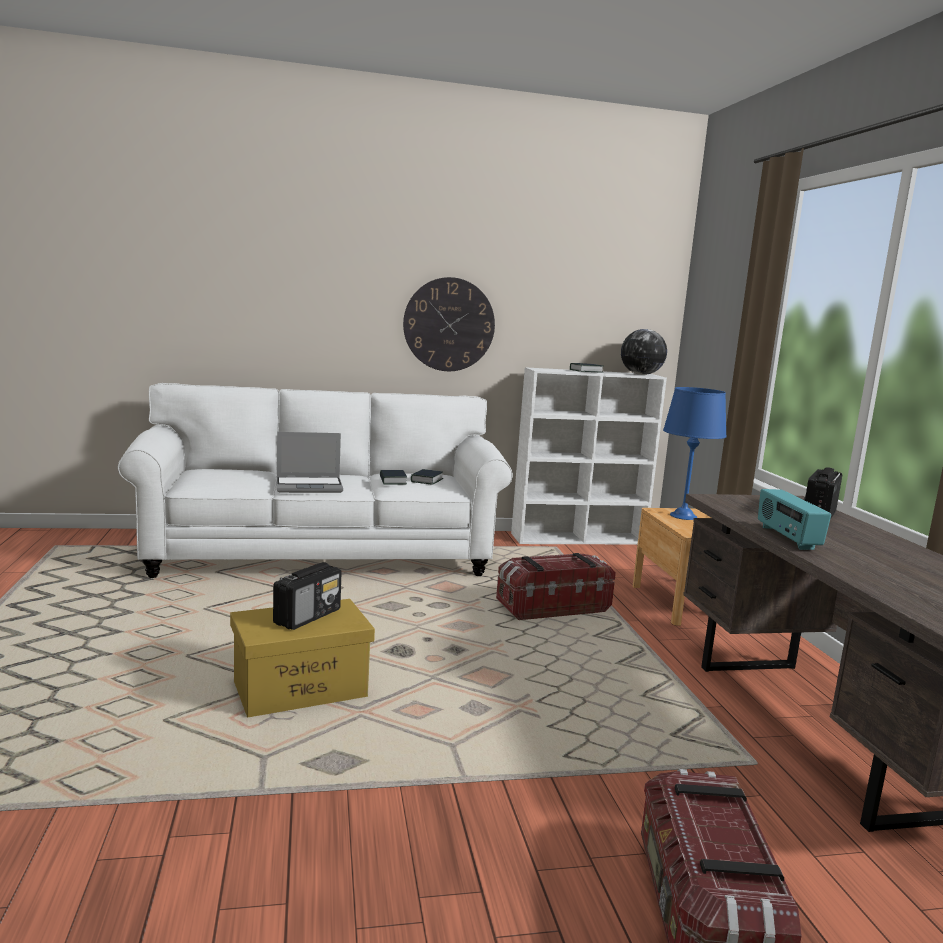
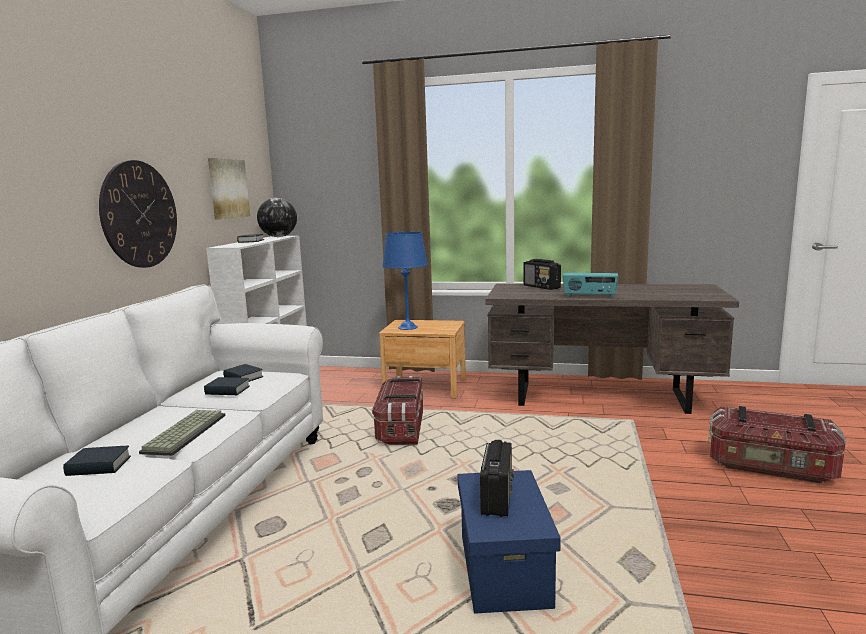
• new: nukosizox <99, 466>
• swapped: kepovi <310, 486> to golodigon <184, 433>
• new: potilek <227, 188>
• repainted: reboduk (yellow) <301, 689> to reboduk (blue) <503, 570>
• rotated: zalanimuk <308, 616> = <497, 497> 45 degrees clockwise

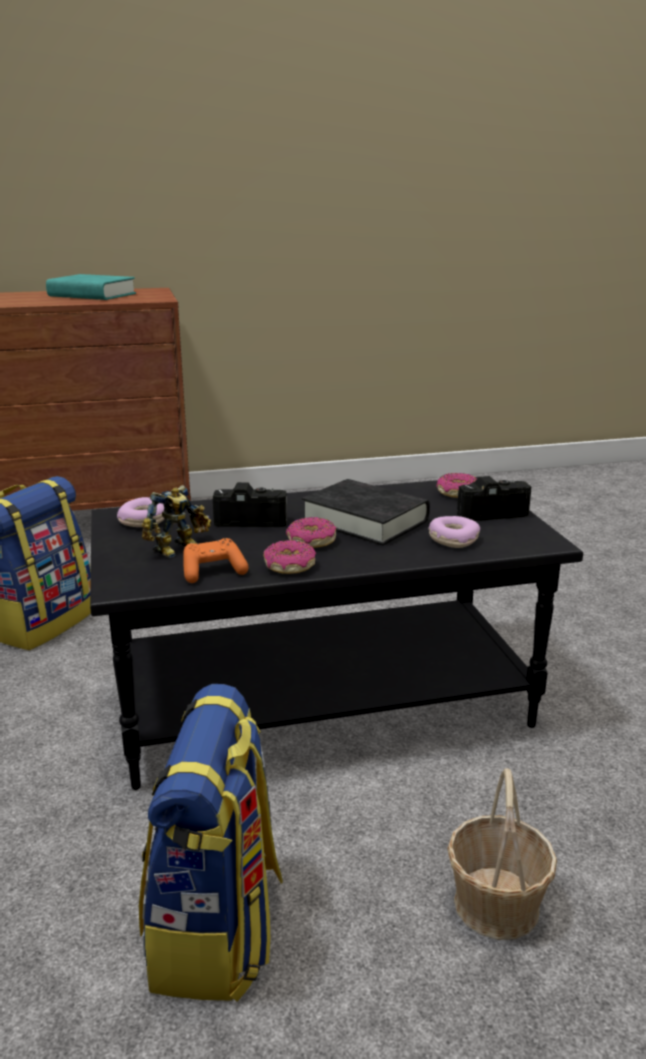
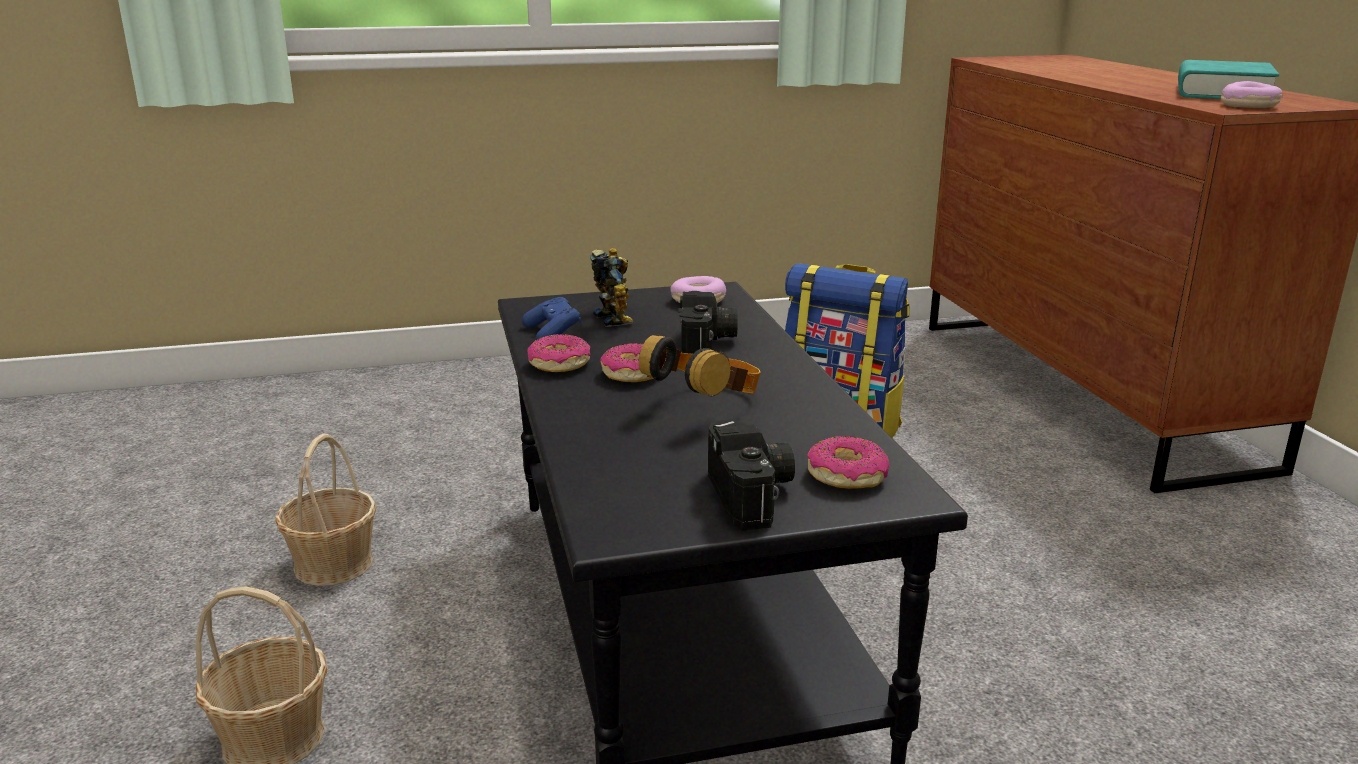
• swapped: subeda <217, 931> to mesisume <333, 564>
• repainted: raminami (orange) <213, 572> to raminami (blue) <553, 334>
• rotated: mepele <179, 549> = <616, 318> 150 degrees counterclockwise
• swapped: nukosizox (black) <365, 520> to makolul <706, 403>
• shifted: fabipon <453, 539> to <1249, 105>

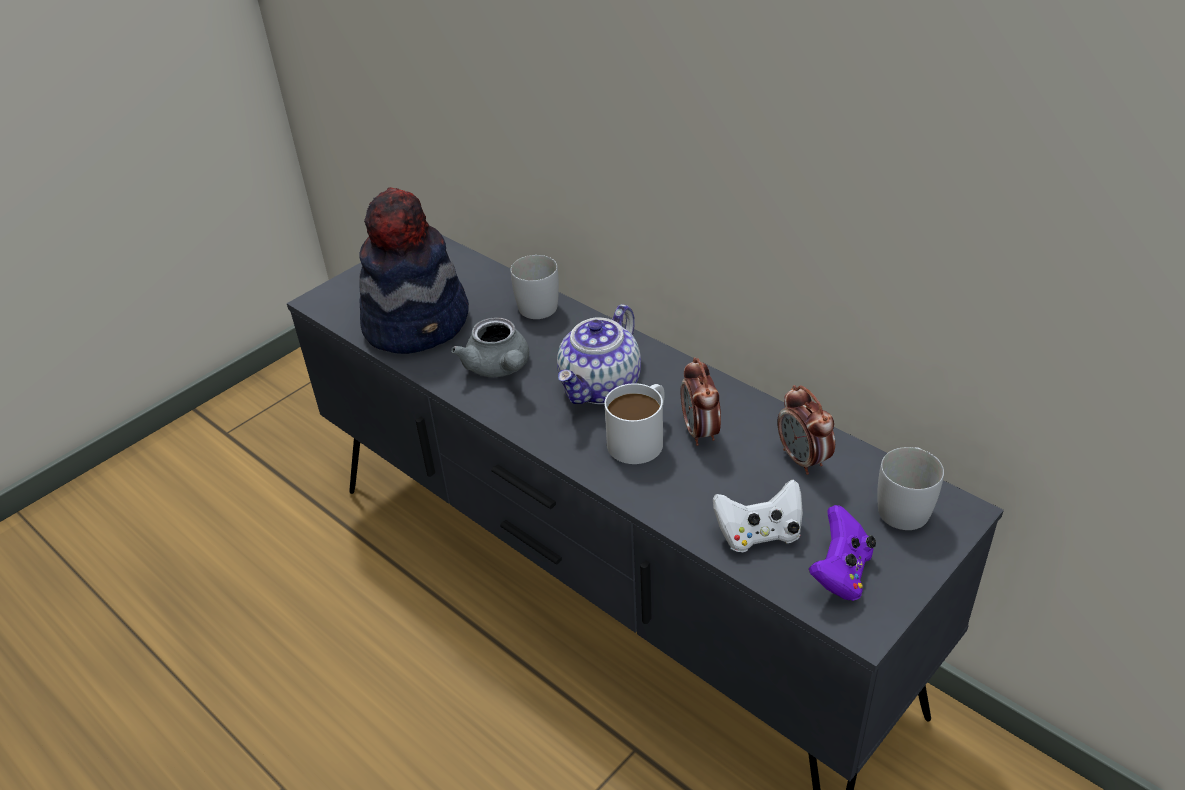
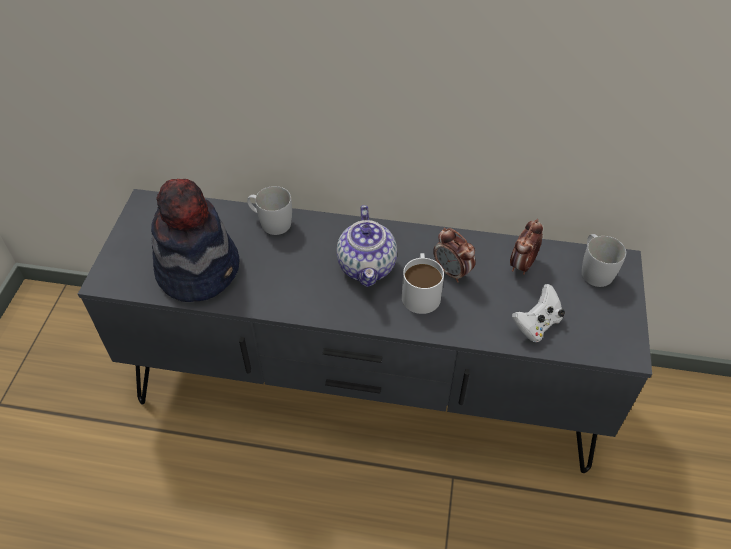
• rotated: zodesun <803, 460> = <522, 265> 90 degrees clockwise
• gone: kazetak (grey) <499, 368>
• gone: raminami (purple) <840, 573>

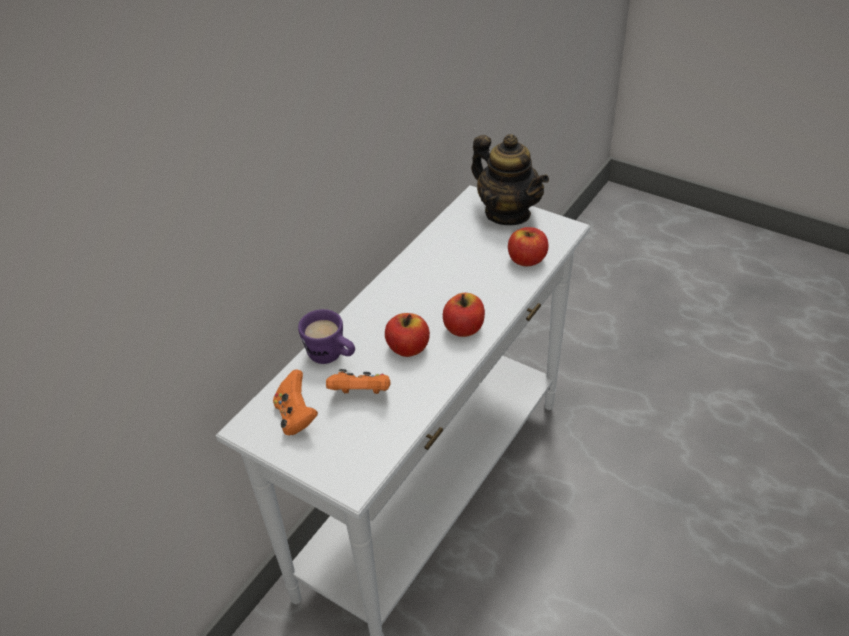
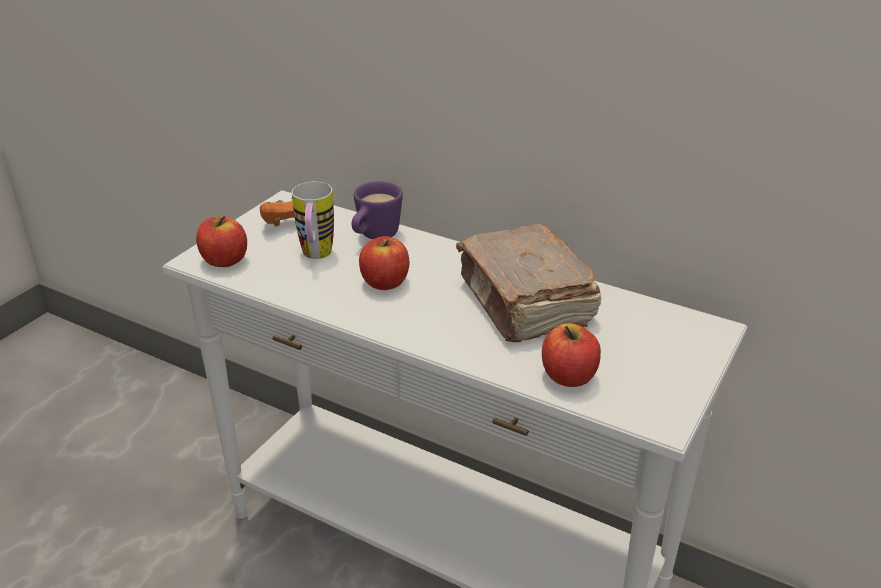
• shifted: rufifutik <464, 328> to <224, 260>
• swapped: raminami (orange) <361, 394> to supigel <316, 257>
• new: nukosizox (brown) <525, 303>
• gone: kazetak <507, 213>

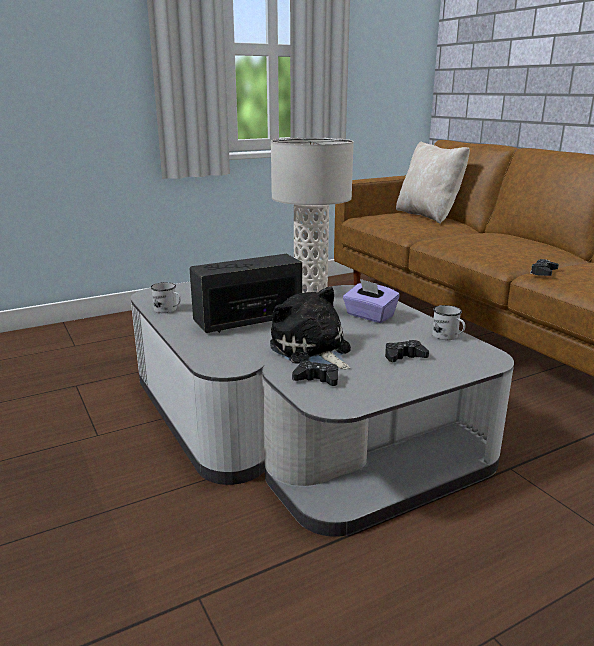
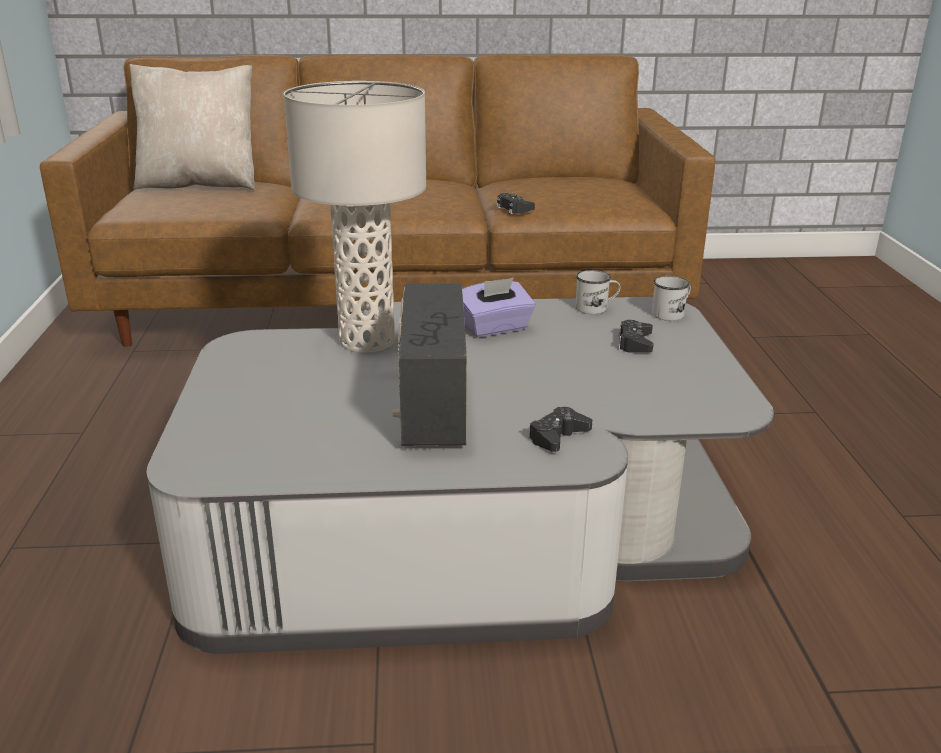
• shifted: raminami (black) <317, 379> to <558, 436>
• shifted: supigel (white) <168, 310> to <671, 313>
• gone: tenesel <312, 350>

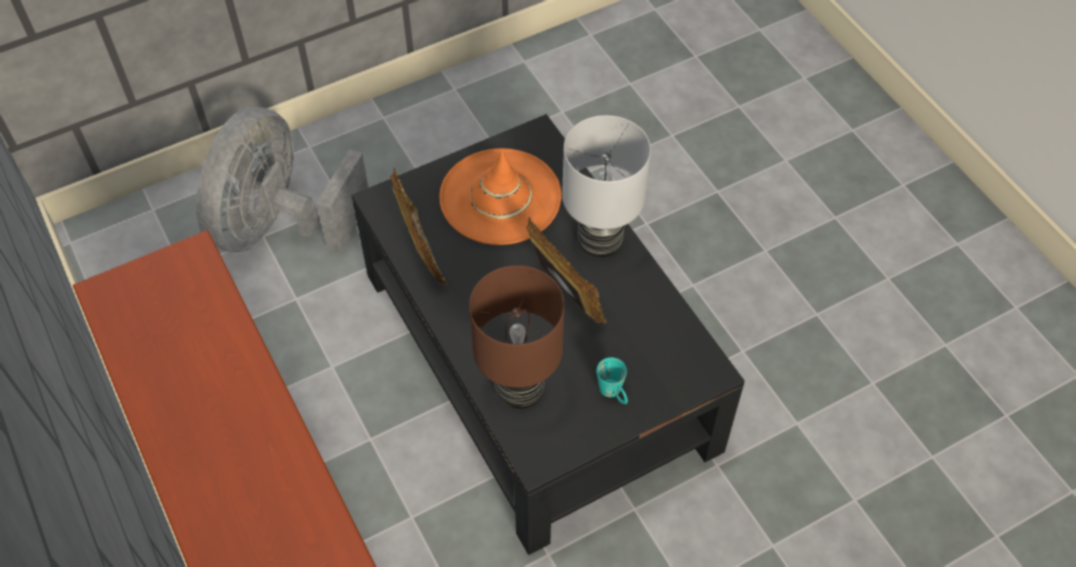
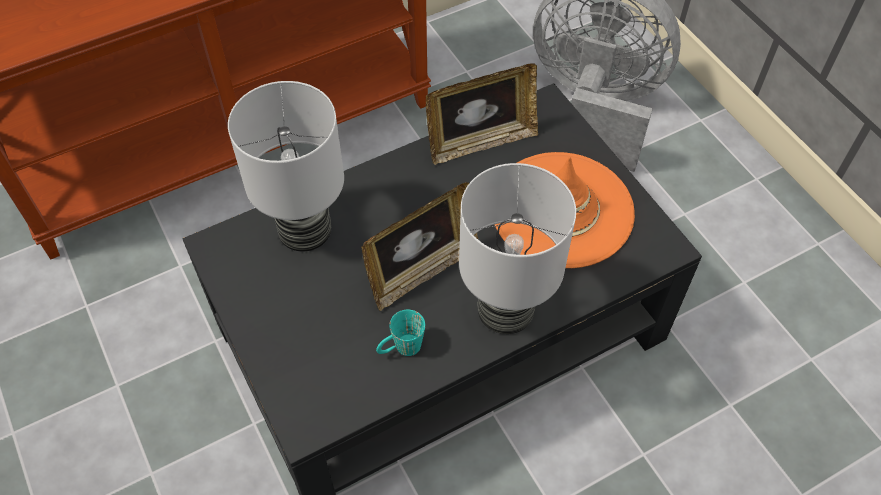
• repainted: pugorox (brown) <519, 387> to pugorox (grey) <304, 230>
• shifted: supigel (turquoise) <614, 393> to <401, 349>

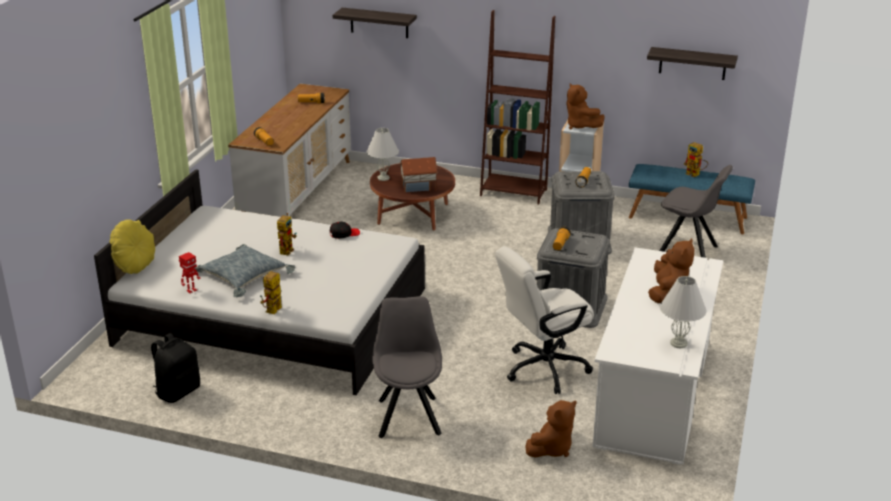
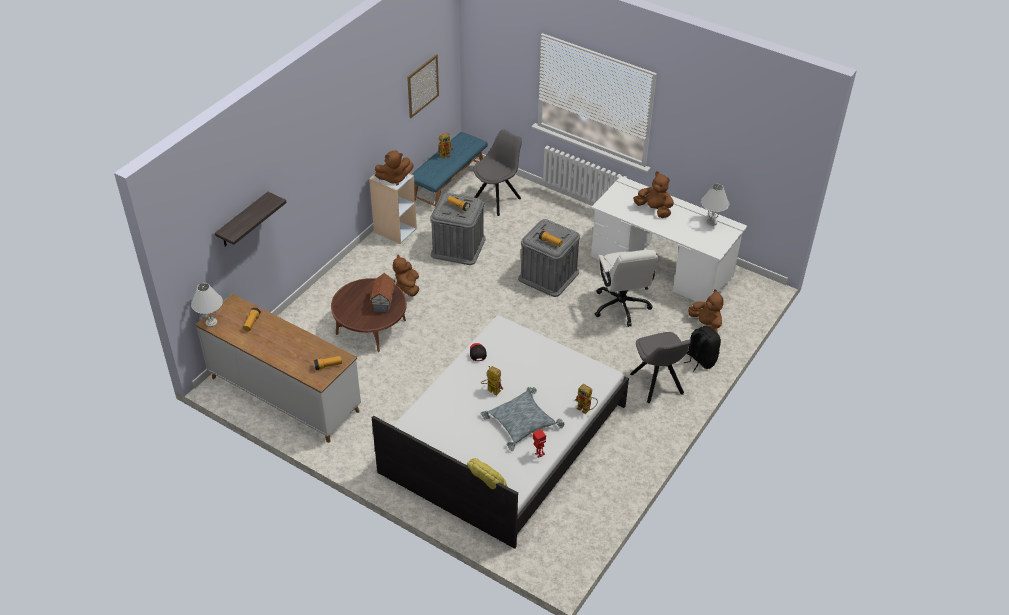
• shifted: pugorox (white) <383, 178> to <211, 323>
• new: tenesel (brown) <408, 287>
• swapped: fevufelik <692, 63> to potilek <422, 85>
• rotated: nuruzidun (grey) <408, 417> = <657, 384> 120 degrees counterclockwise
• shifted: subeda (black) <178, 391> to <700, 360>
• gone: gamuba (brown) <513, 192>

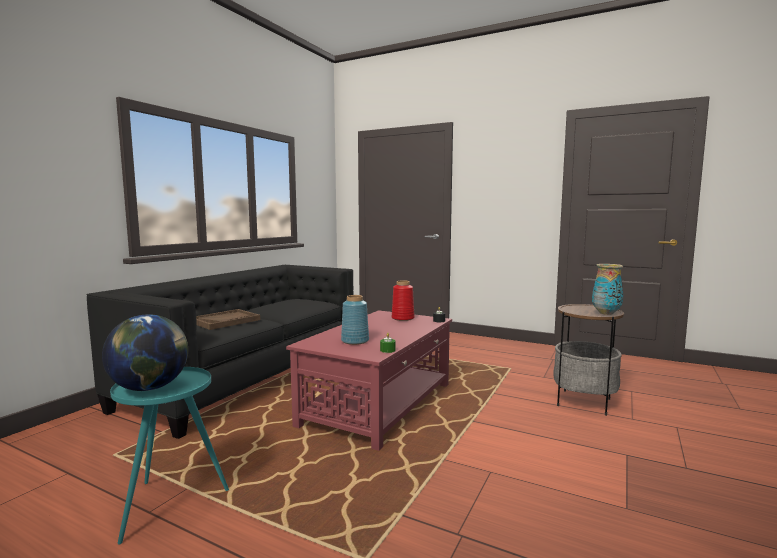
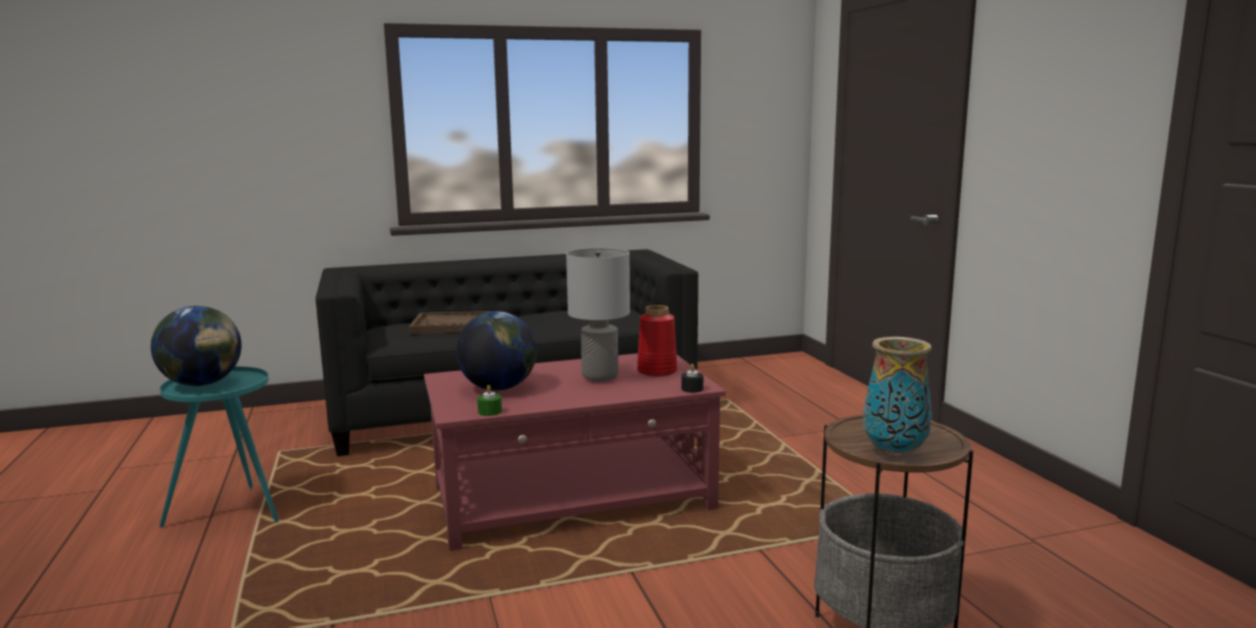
• swapped: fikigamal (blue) <355, 341> to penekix <498, 388>
• new: pugorox (grey) <599, 378>

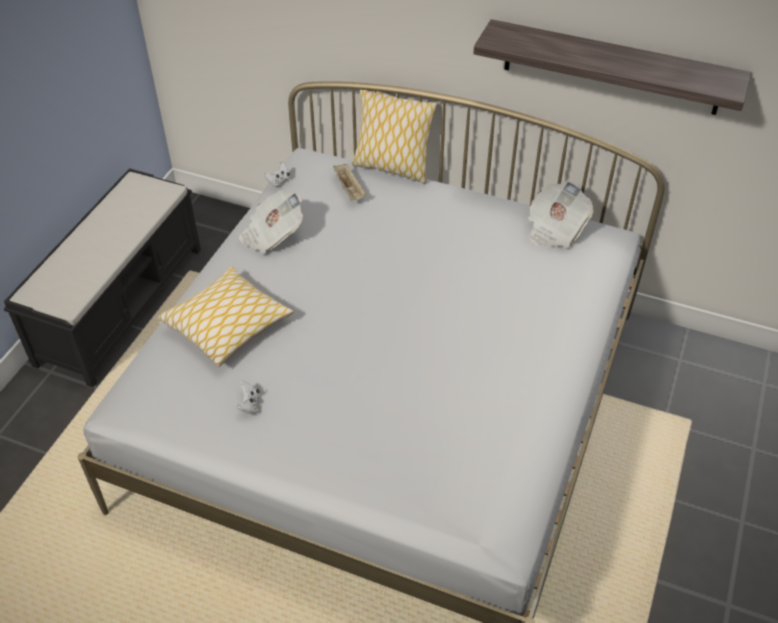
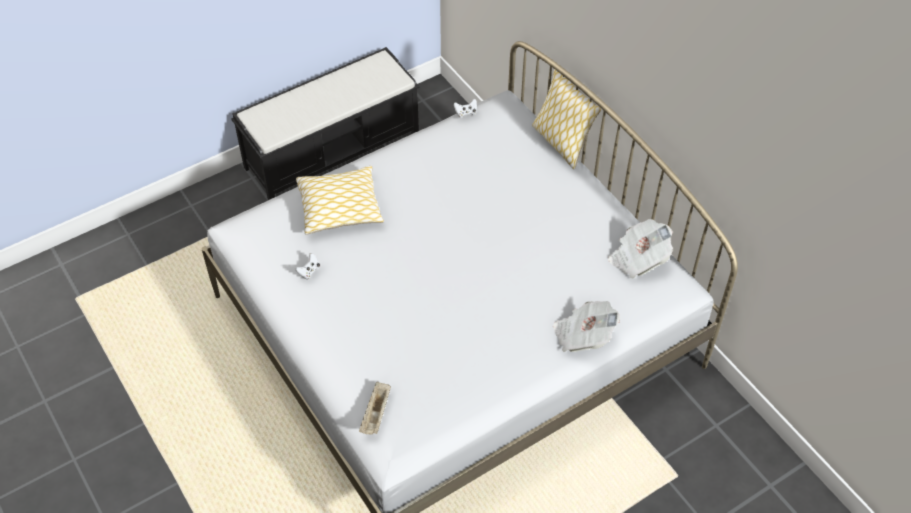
• shifted: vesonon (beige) <350, 190> to <376, 414>
• shifted: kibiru <272, 235> to <583, 335>
• gone: fevufelik <611, 67>

